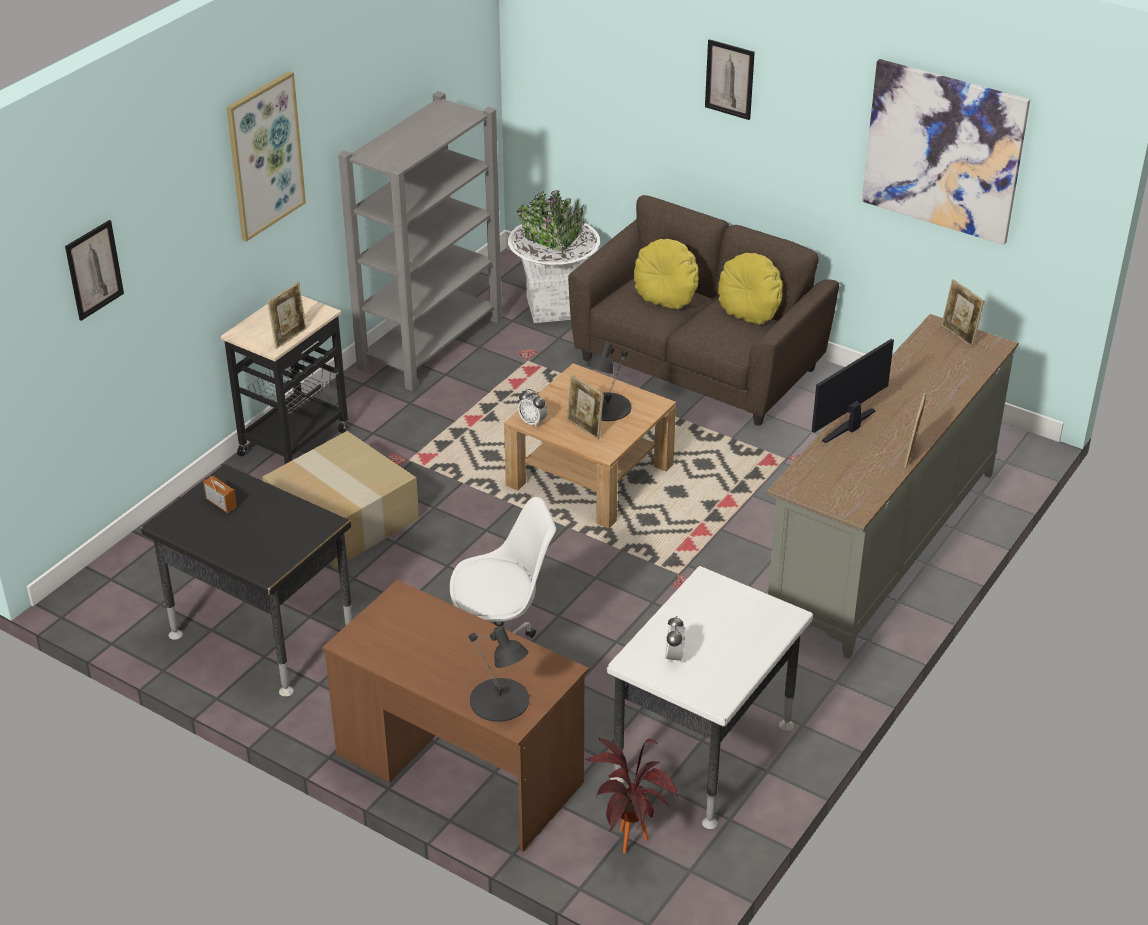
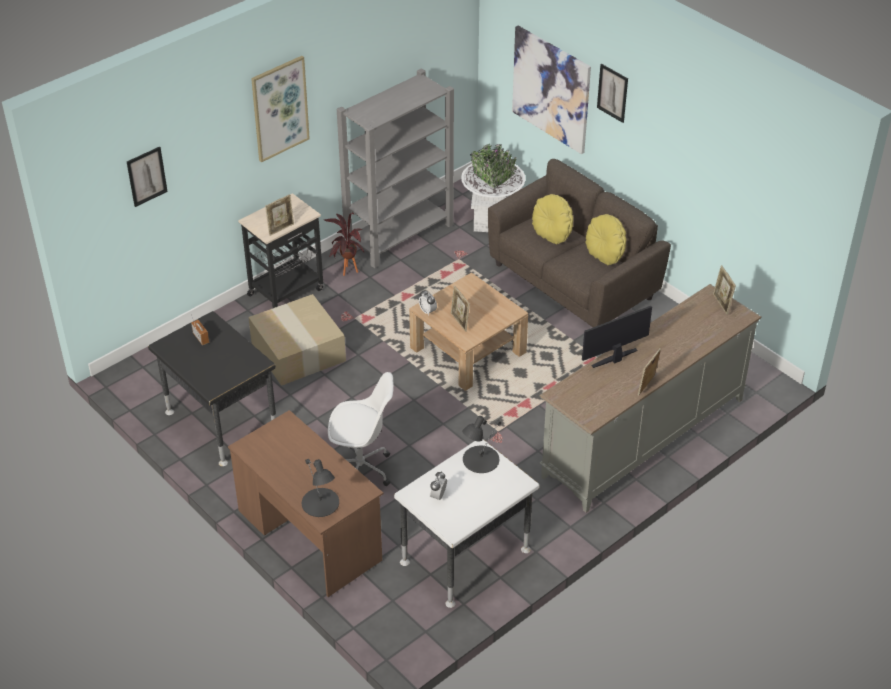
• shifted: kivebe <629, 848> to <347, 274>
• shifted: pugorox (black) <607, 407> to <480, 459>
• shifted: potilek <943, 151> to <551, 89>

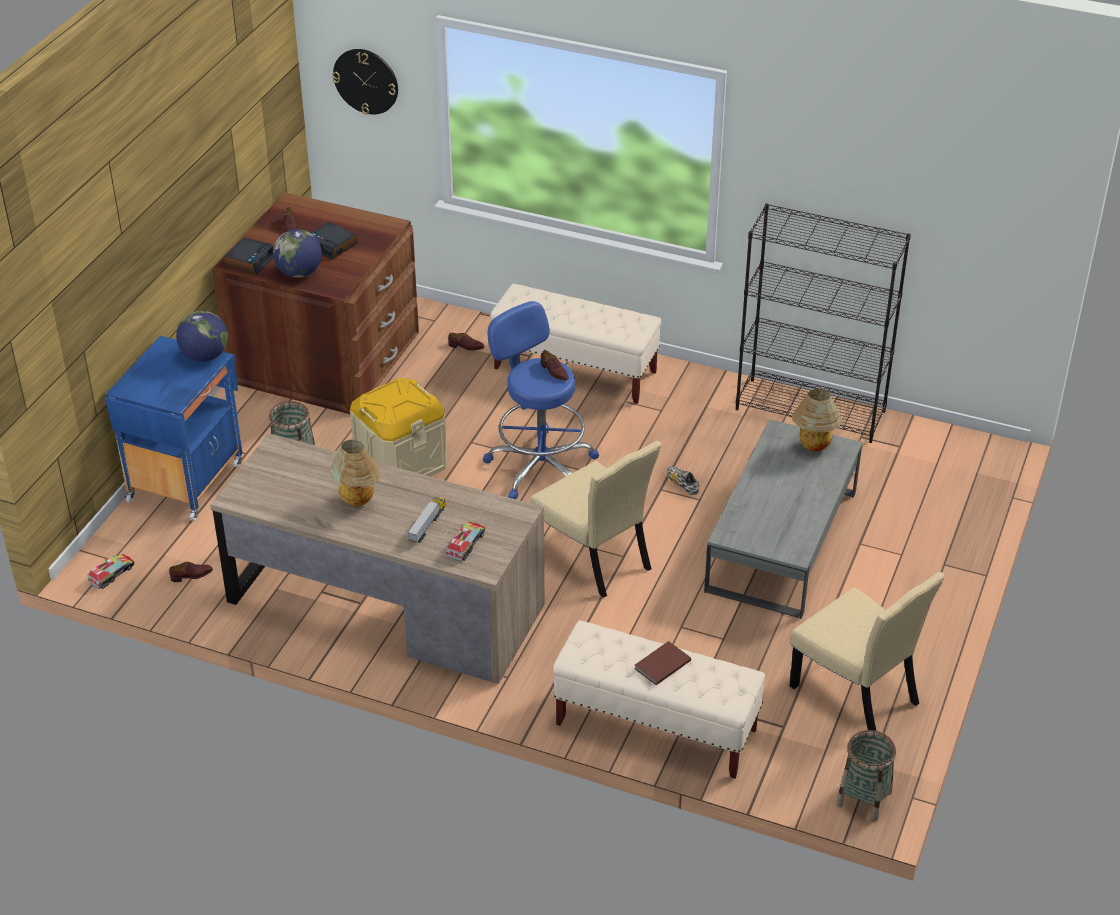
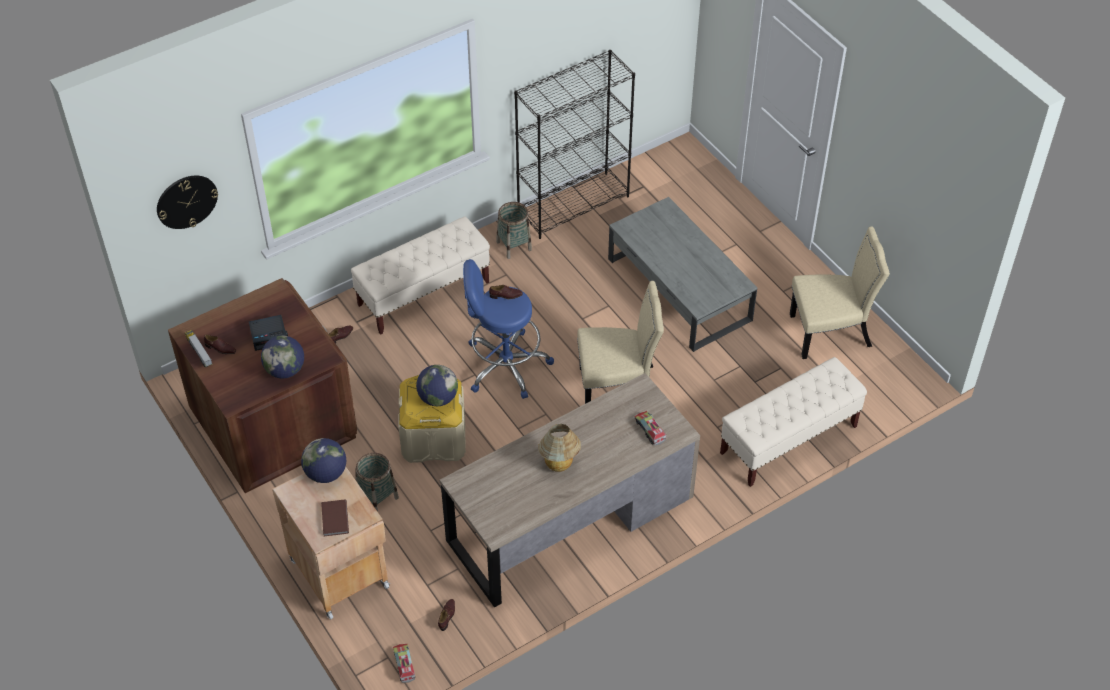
• shifted: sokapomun <427, 525> to <199, 352>
• repainted: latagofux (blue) <187, 480> to latagofux (brown) <338, 571>
• shifted: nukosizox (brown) <661, 664> to <334, 519>
• new: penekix <438, 398>
• shifted: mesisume <863, 798> to <514, 246>
• gone: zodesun <250, 260>
• gone: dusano <682, 484>
• gone: pugorox <813, 447>

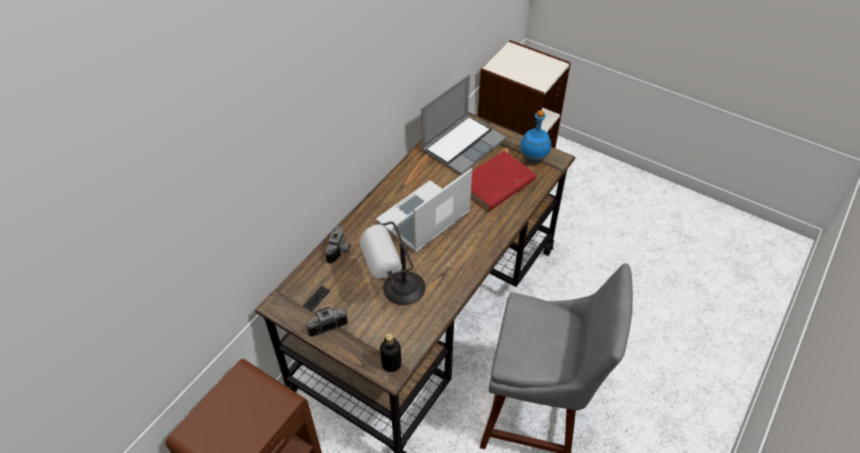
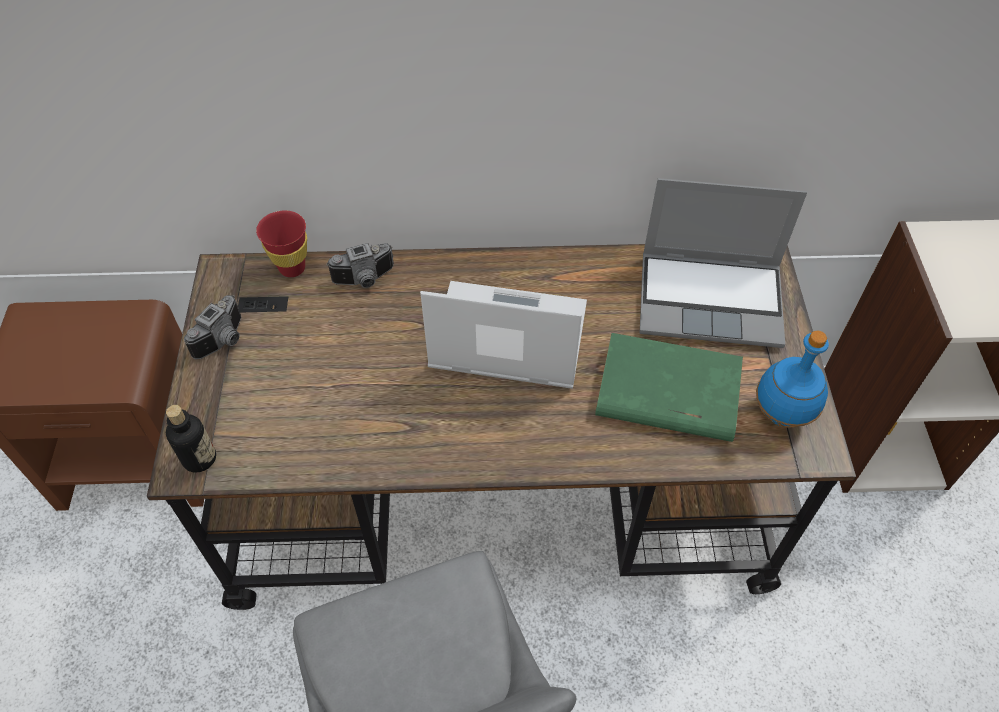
• rotated: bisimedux <326, 323> = <225, 340> 90 degrees clockwise
• new: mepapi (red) <292, 268>
• repainted: nukosizox (red) <495, 185> to nukosizox (green) <666, 393>
• gone: pugorox <395, 291>

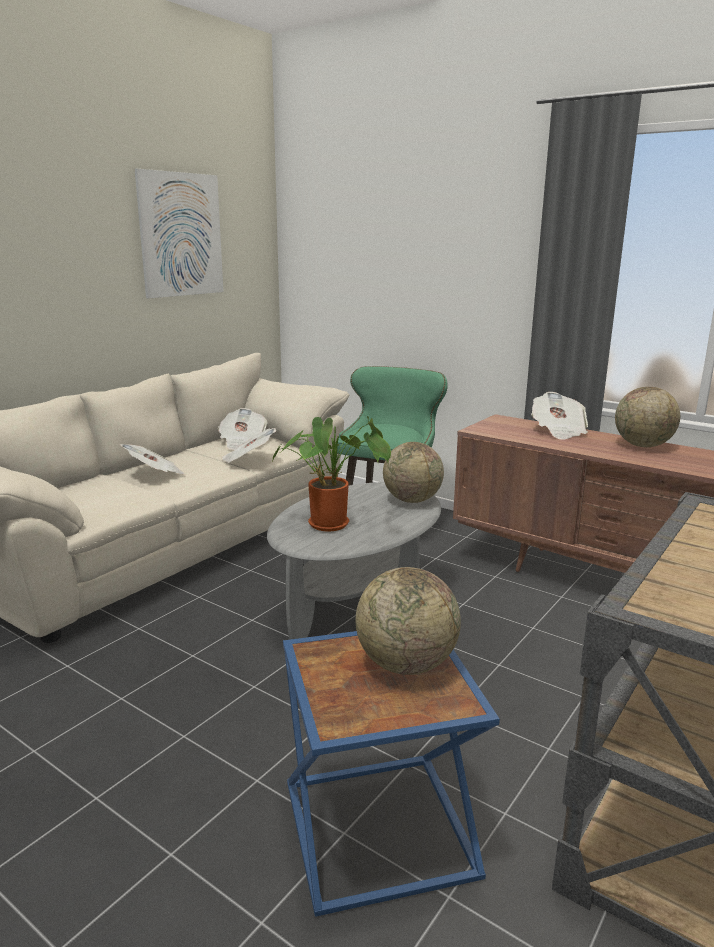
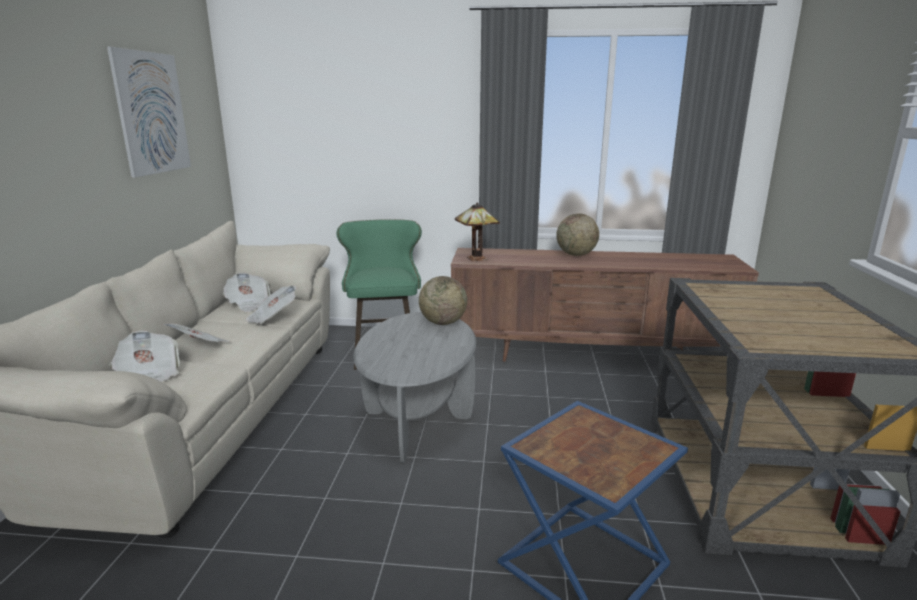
• shifted: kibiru <558, 431> to <149, 375>
• new: pugorox <476, 259>
• gone: kivebe <333, 524>
• gone: penekix <406, 664>

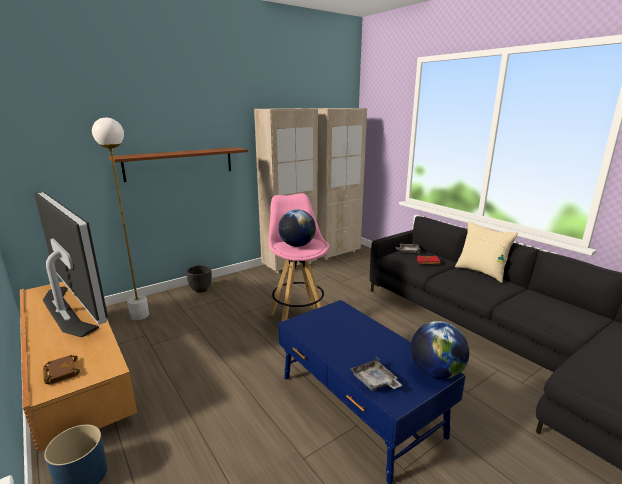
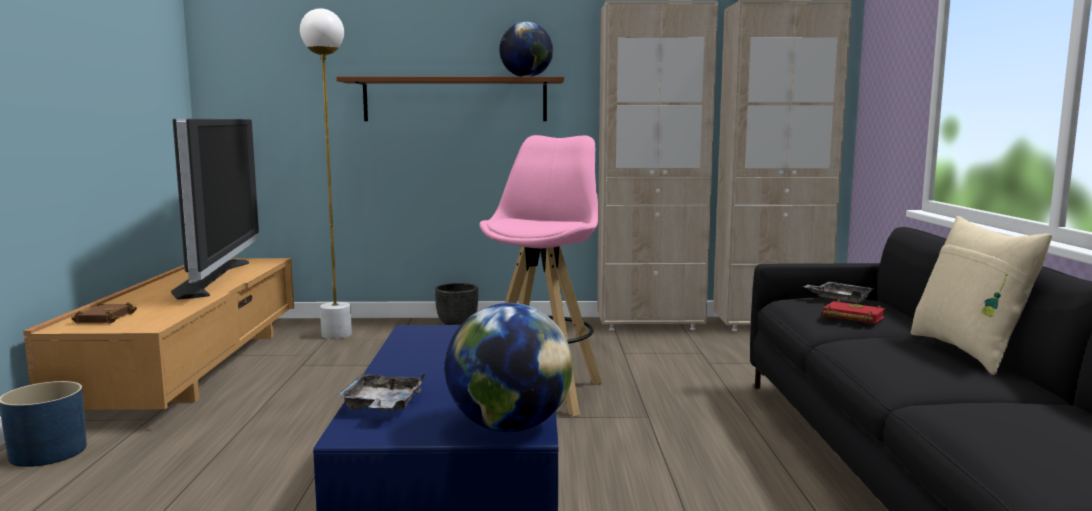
• shifted: penekix <297, 245> to <526, 77>

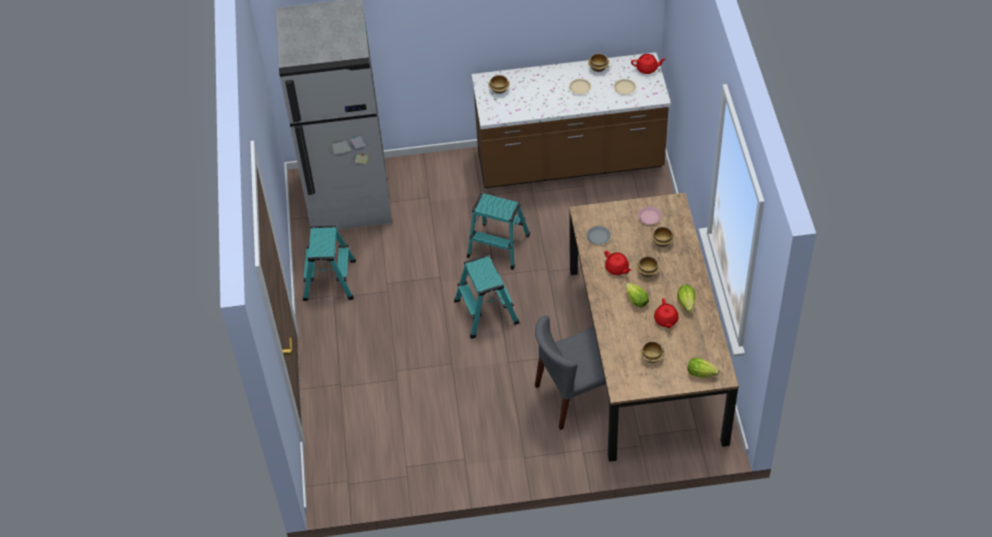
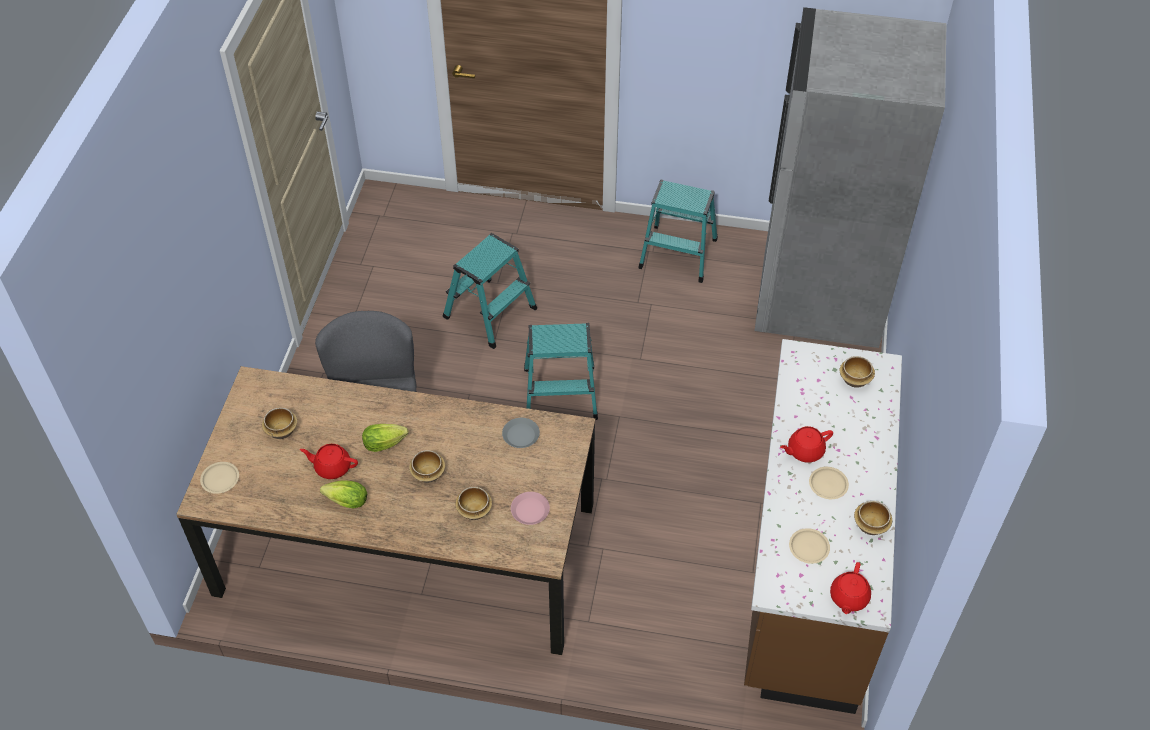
• swapped: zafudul <703, 373> to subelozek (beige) <220, 479>
• shifted: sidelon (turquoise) <498, 245> to <490, 312>
• shifted: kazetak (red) <617, 268> to <804, 451>

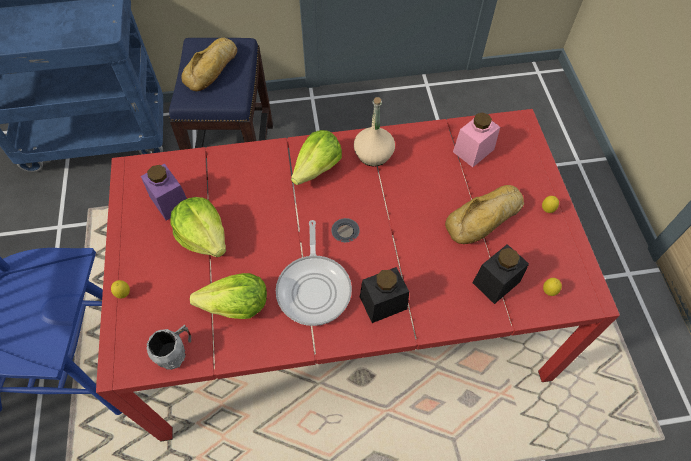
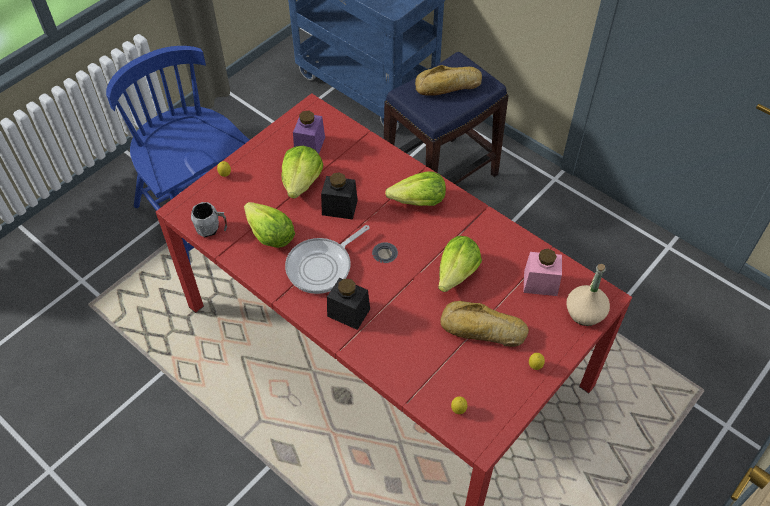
• shifted: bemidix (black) <496, 282> to <339, 207>
• new: zafudul <457, 273>
• shifted: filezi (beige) <373, 155> to <585, 313>

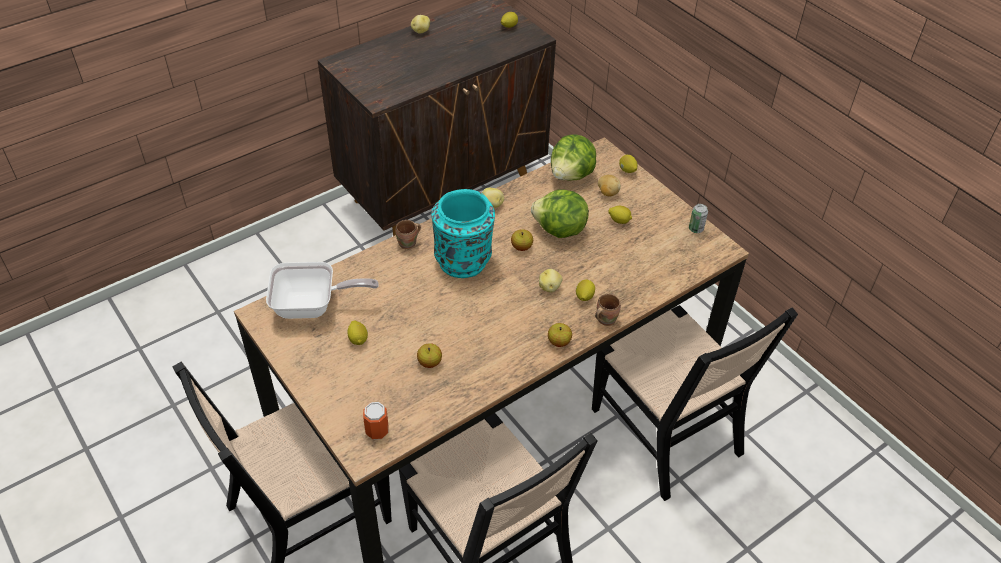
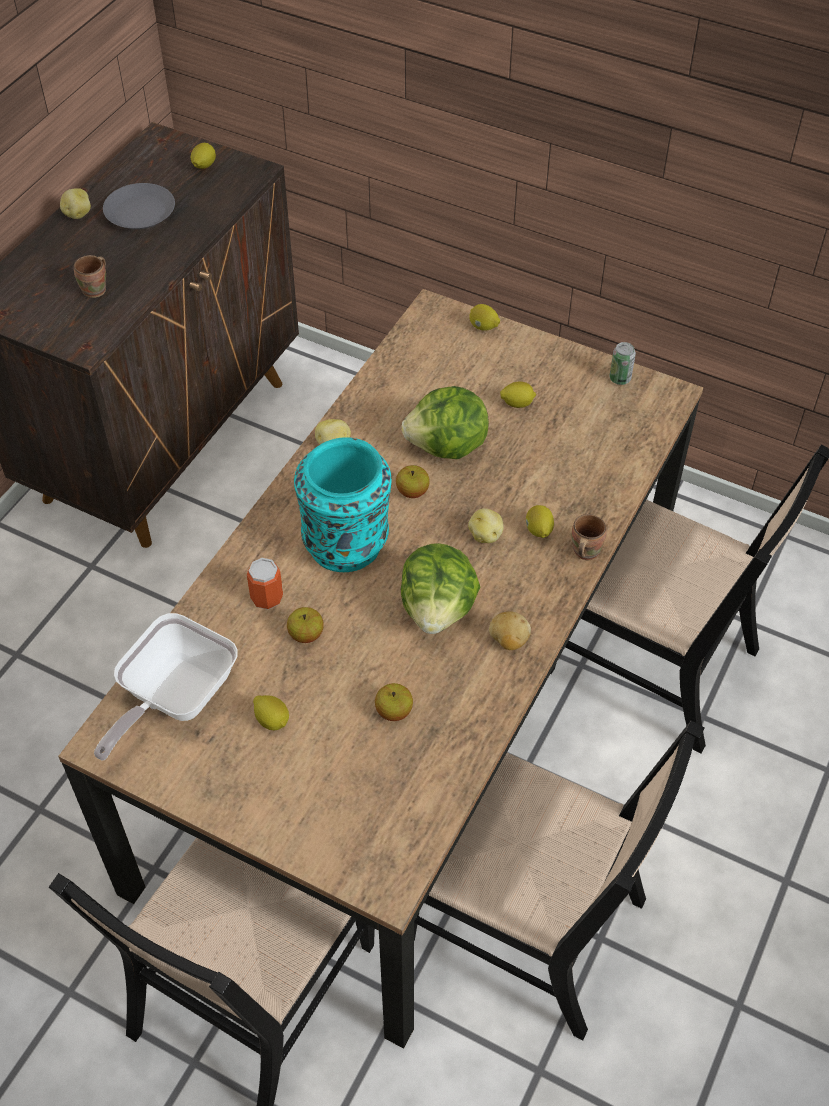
• shifted: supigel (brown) <409, 244> to <96, 290>
• rotated: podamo <312, 306> = <173, 699> 150 degrees clockwise
• new: subelozek (grey) <140, 212>
• shifted: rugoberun <377, 431> to <267, 598>
• shifted: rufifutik <559, 342> to <306, 634>
• shifted: zafudul <571, 175> to <438, 609>
• shifted: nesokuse <607, 193> to <508, 640>

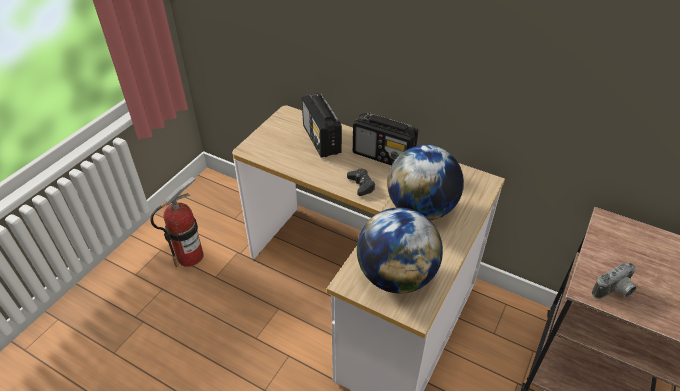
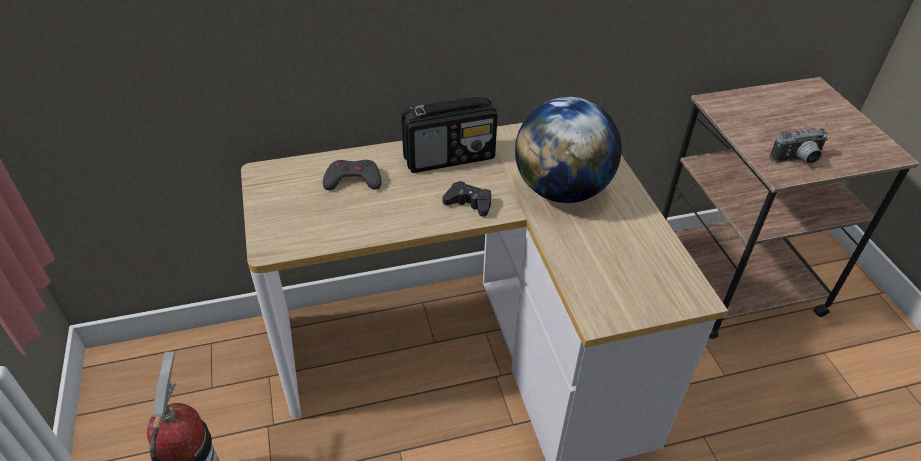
• swapped: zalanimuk <321, 140> to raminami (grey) <353, 180>
• rotated: bisimedux <614, 292> = <797, 161> 60 degrees clockwise
• gone: penekix <396, 276>

